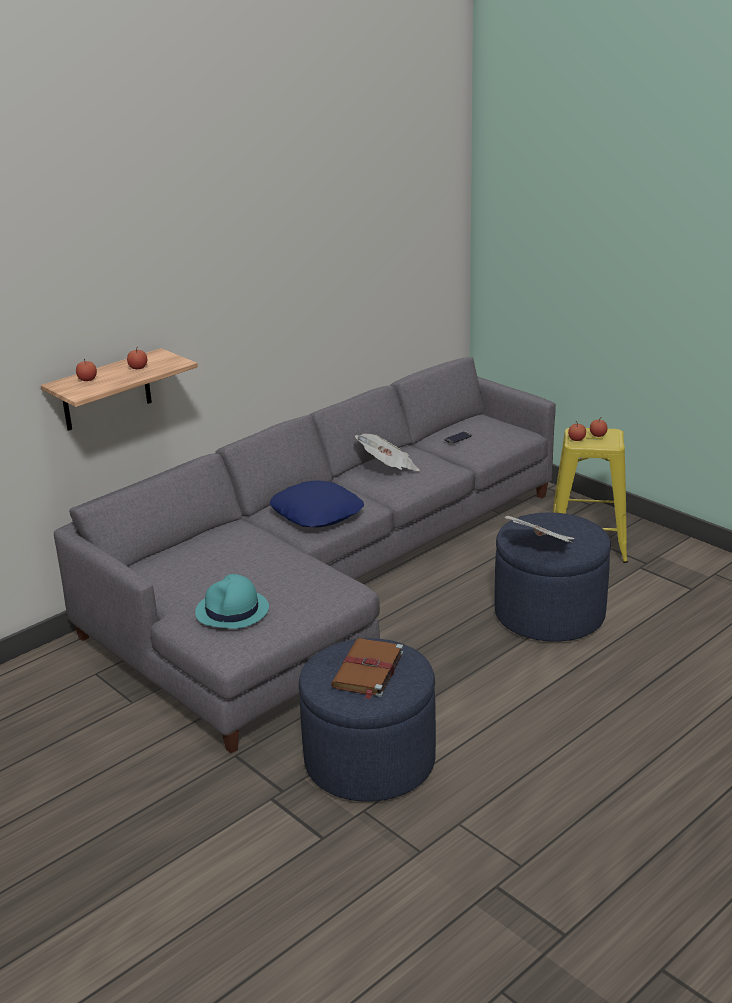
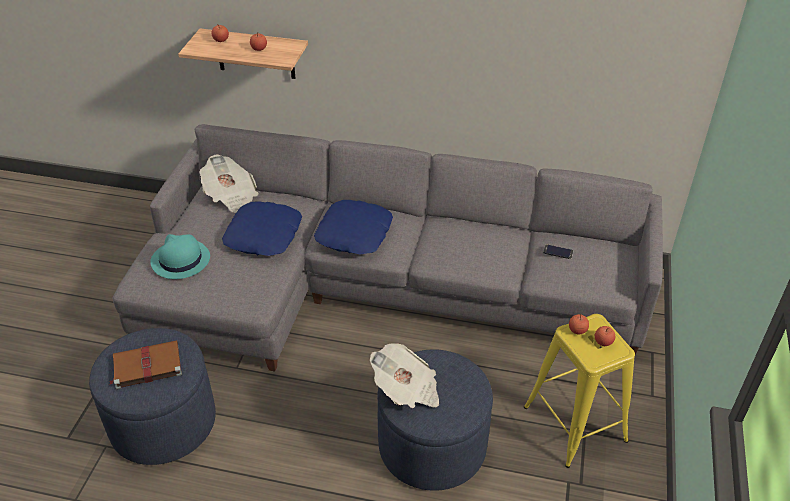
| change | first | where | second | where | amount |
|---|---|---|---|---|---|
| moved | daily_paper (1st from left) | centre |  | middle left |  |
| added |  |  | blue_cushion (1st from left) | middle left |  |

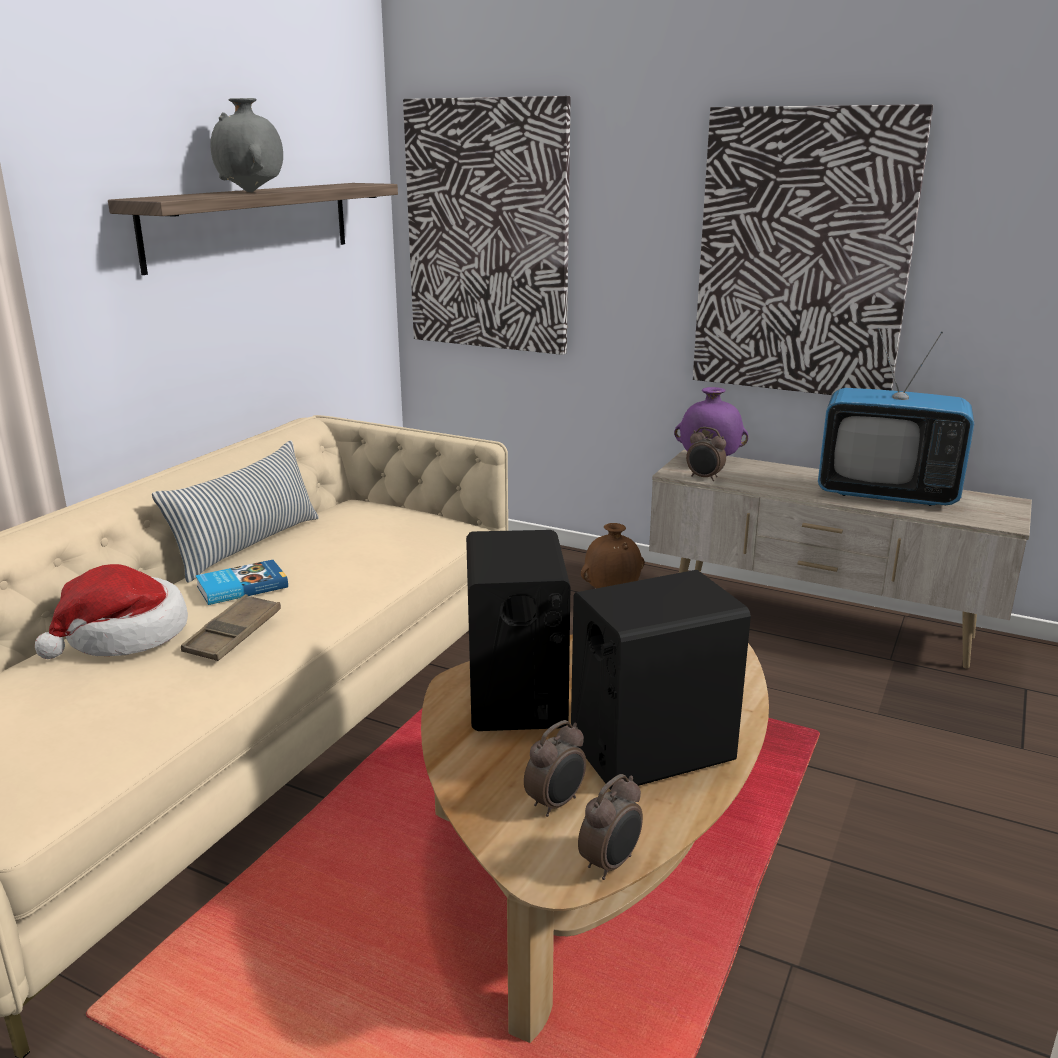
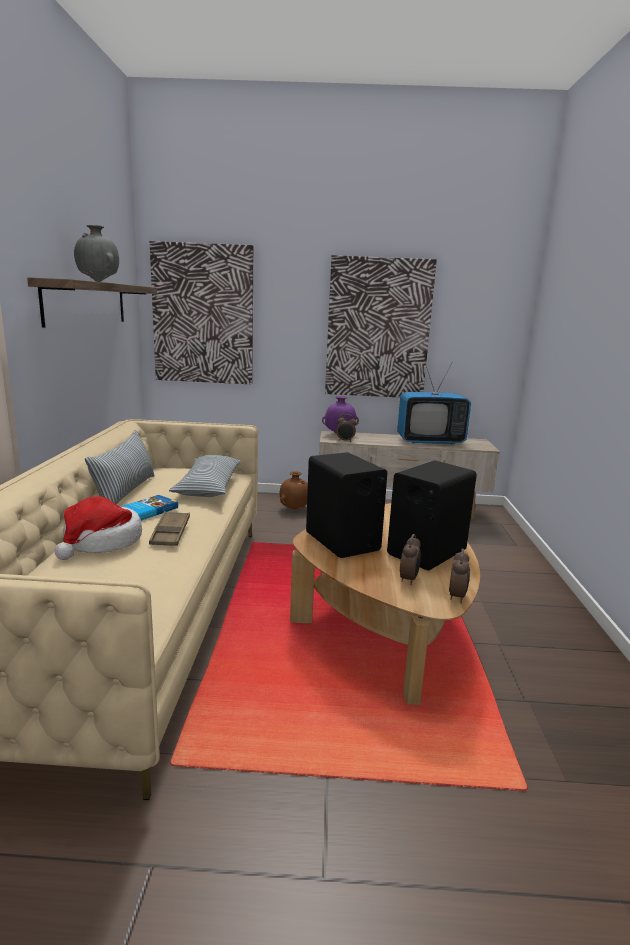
| change | first | where | second | where | amount |
|---|---|---|---|---|---|
| added |  |  | cushion (2nd from left) | middle left |  |

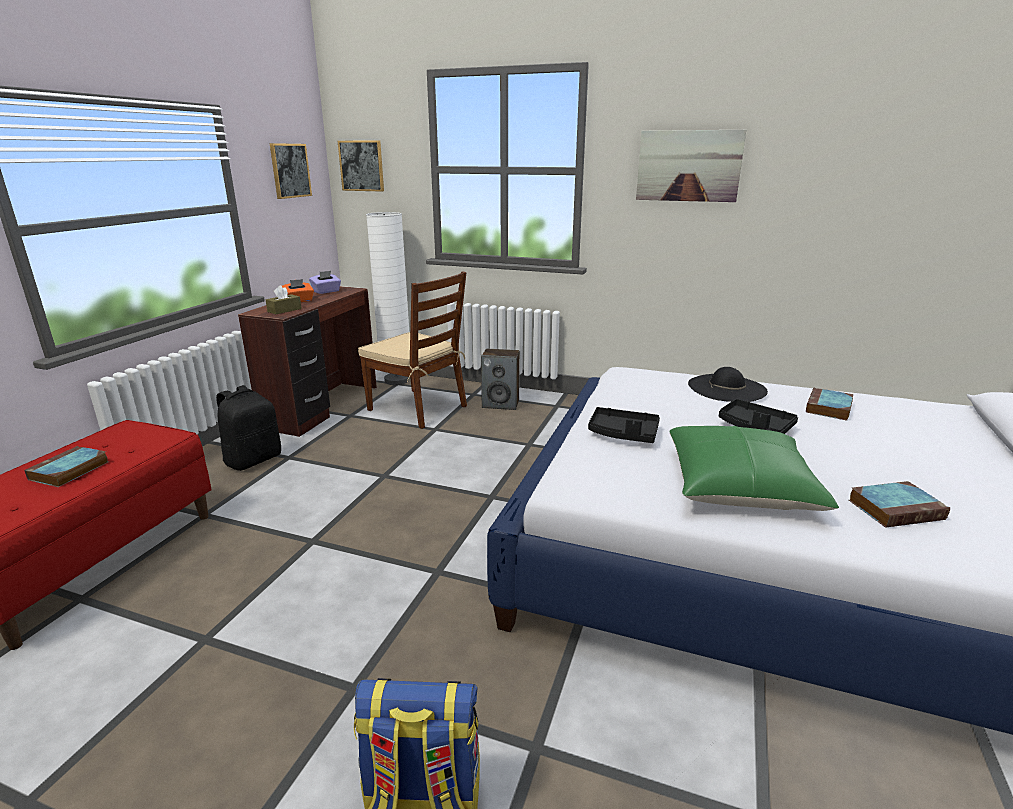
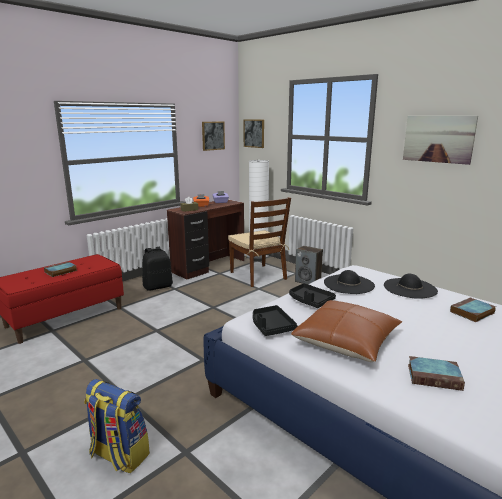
| change | first | where | second | where | amount |
|---|---|---|---|---|---|
| recoloured | greenish_cushion | middle right | brown_cushion | middle right |  |
| moved | blackish_tray (2nd from left in the first image) | middle right | blackish_tray (1st from left) | centre |  |
| added |  |  | blackish_clothing_hat (1st from left) | middle right |  |

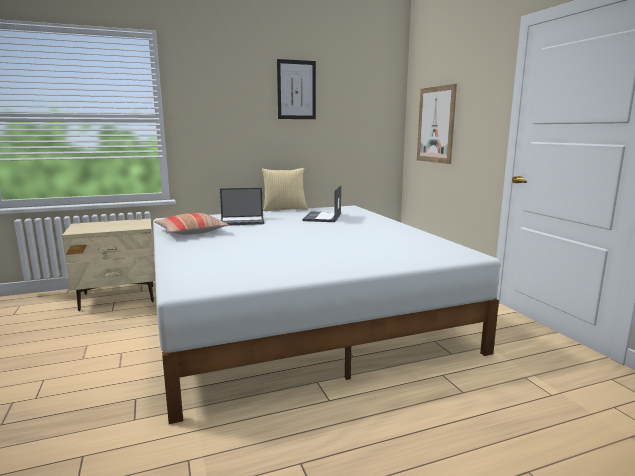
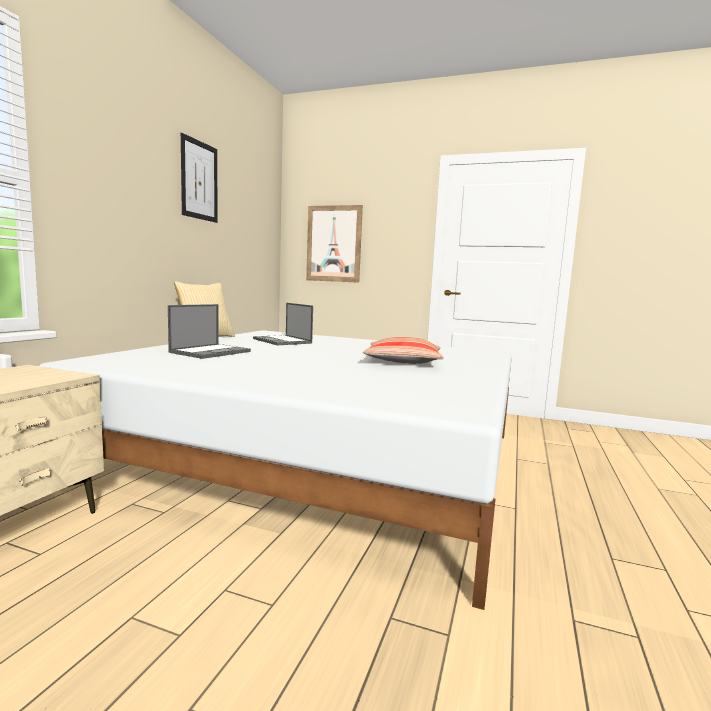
| change | first | where | second | where | amount |
|---|---|---|---|---|---|
| moved | cushion (1st from left in the first image) | middle left | cushion (2nd from left) | centre |  |

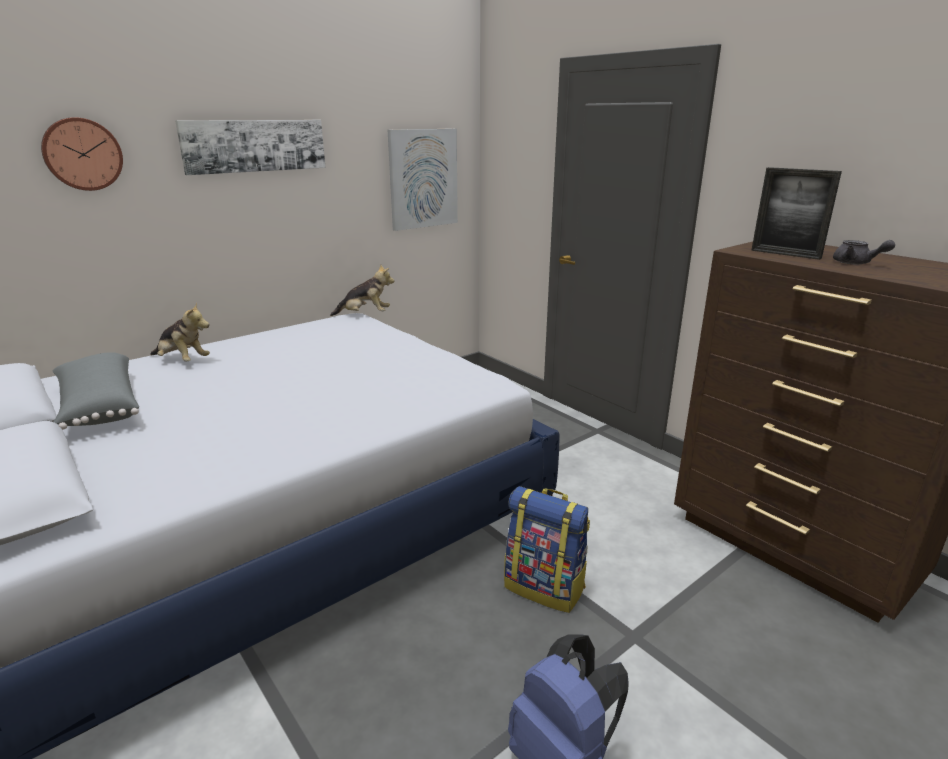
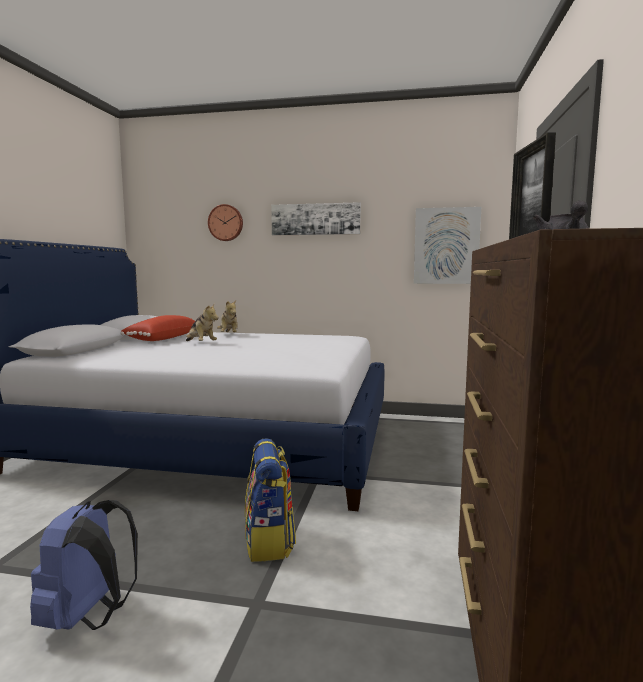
| change | first | where | second | where | amount |
|---|---|---|---|---|---|
| recoloured | grey_cushion | middle left | reddish_cushion | middle left |  |
| moved | cuddly_toy (2nd from left in the first image) | centre | cuddly_toy (1st from left) | middle left |  |

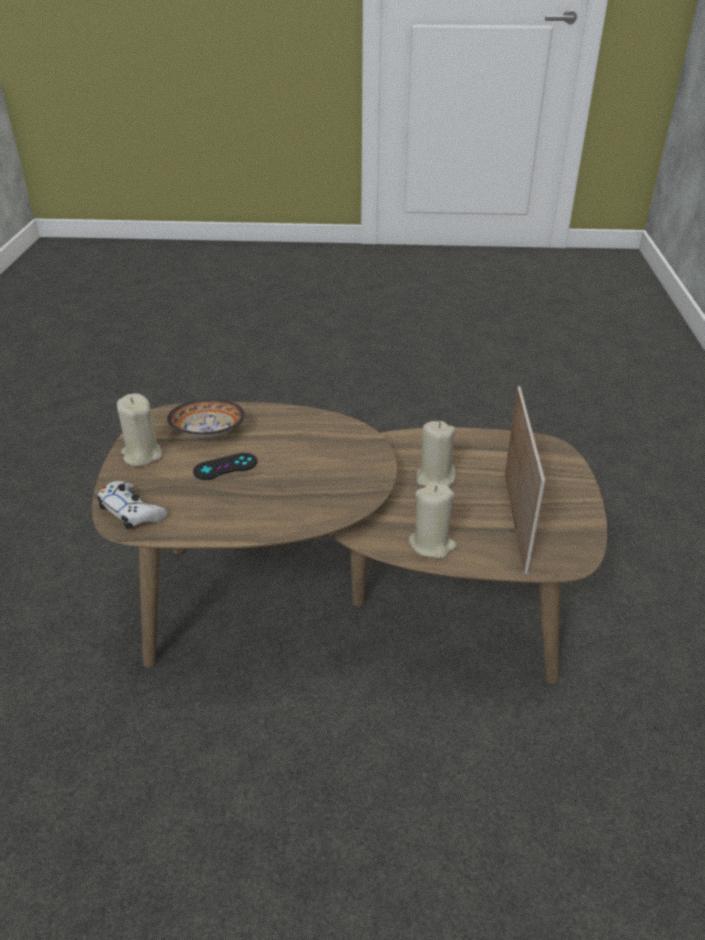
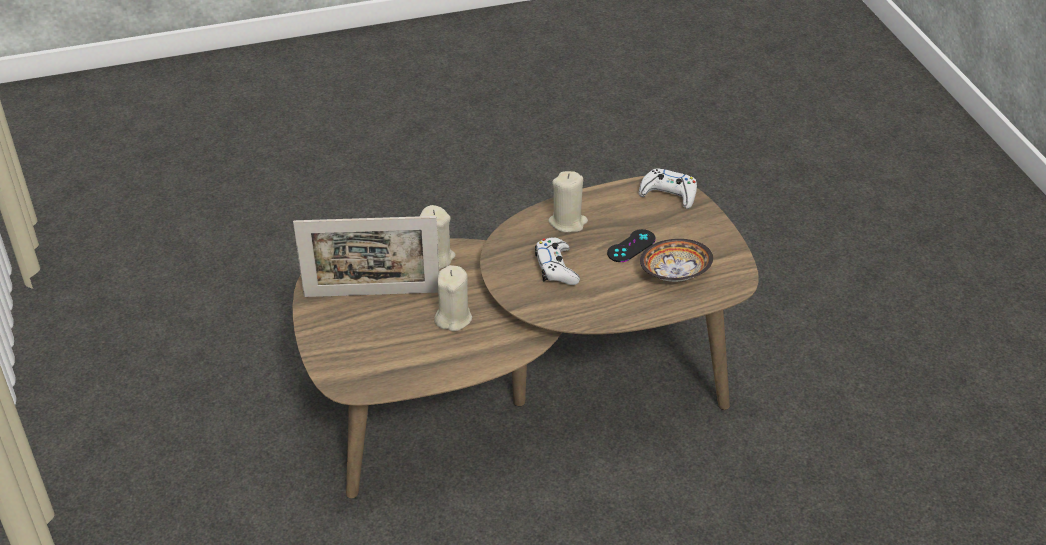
| change | first | where | second | where | amount |
|---|---|---|---|---|---|
| moved | beige_wax_candle (1st from left in the first image) | middle left | beige_wax_candle (3rd from left) | centre |  |
| turned | picture_frame | middle right |  | centre | 75 degrees counterclockwise |
| added |  |  | white-coloured_joypad (1st from left) | centre |  |

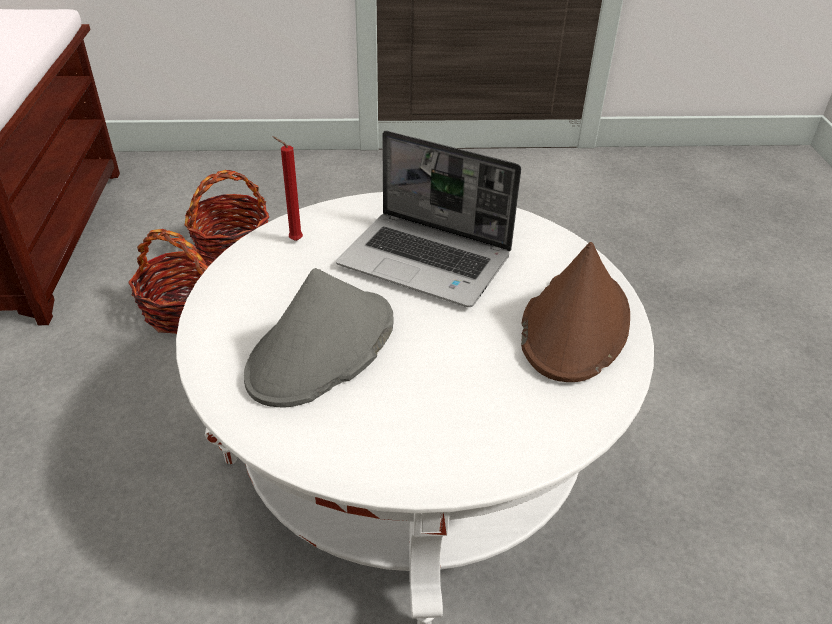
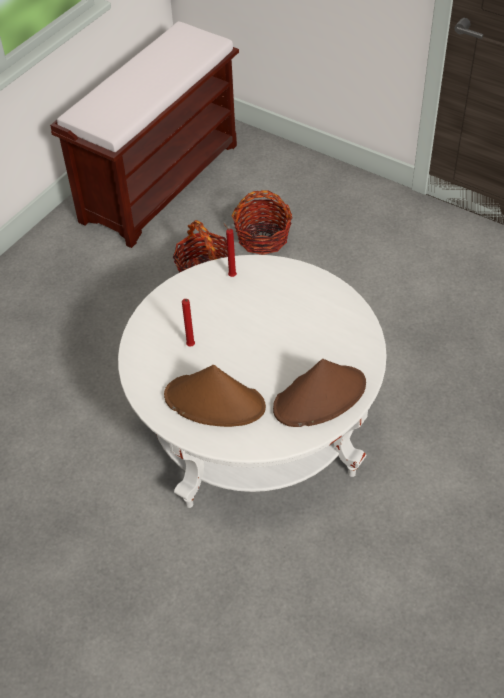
| change | first | where | second | where | amount |
|---|---|---|---|---|---|
| replaced | grey_clothing_hat | centre | reddish_wax_candle (1st from left) | centre |  |
| removed | notebook_computer | centre |  |  |  |
| added |  |  | brown_clothing_hat (1st from left) | centre |  |

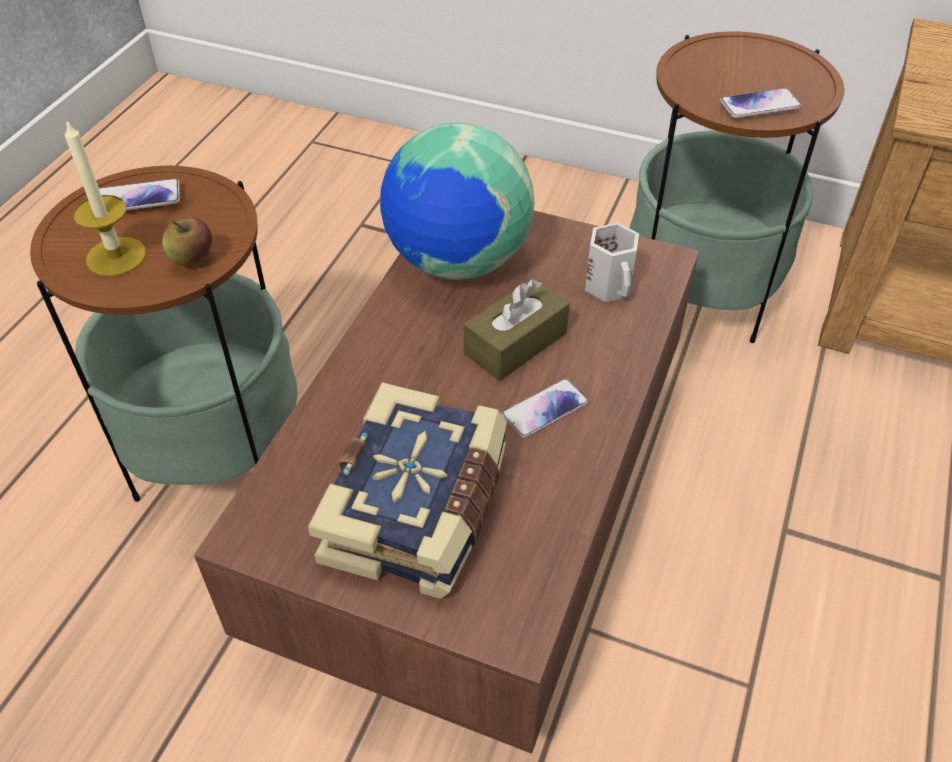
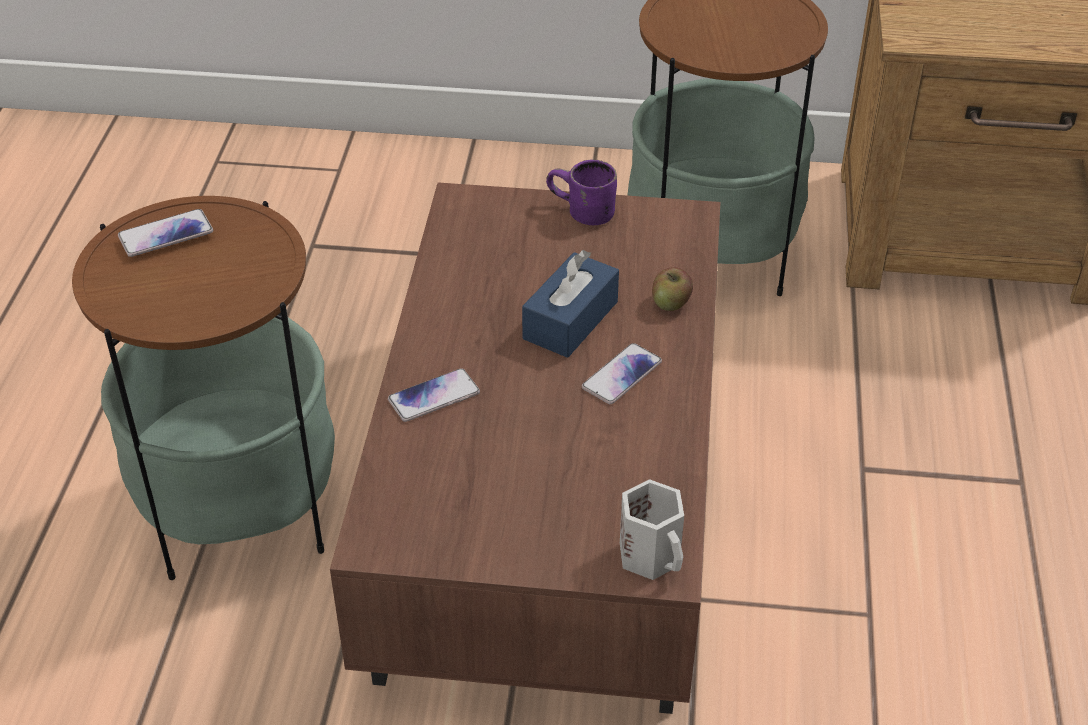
| change | first | where | second | where | amount |
|---|---|---|---|---|---|
| removed | wax_candle | top left |  |  |  |
| moved | apple | top left |  | centre |  |
| removed | book | centre |  |  |  |
| removed | globe | top centre |  |  |  |
| recoloured | brown_box_of_tissues | centre | blue_box_of_tissues | centre |  |
| moved | white-coloured_mug | centre |  | bottom centre |  |
| moved | handset (3rd from left in the first image) | top right | handset (2nd from left) | centre |  |
| added |  |  | purple-coloured_mug | top centre |  |

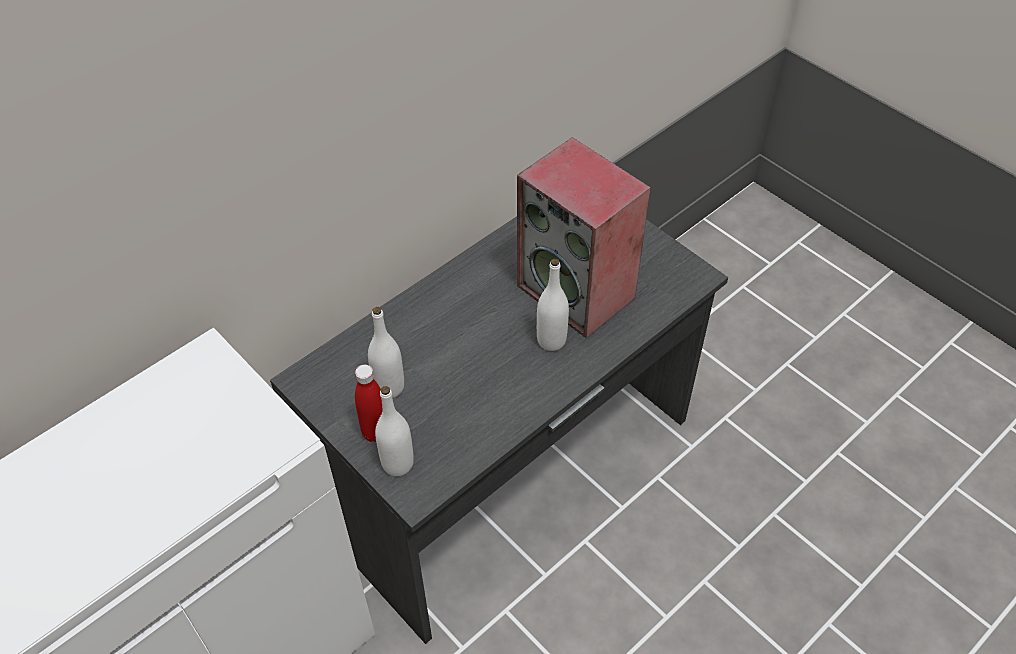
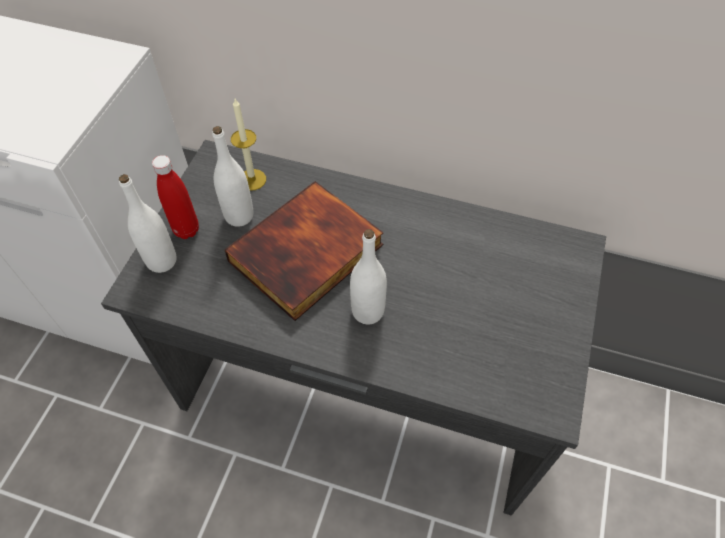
| change | first | where | second | where | amount |
|---|---|---|---|---|---|
| removed | loudspeaker | centre |  |  |  |
| added |  |  | book | centre |  |
| added |  |  | wax_candle | top centre |  |

